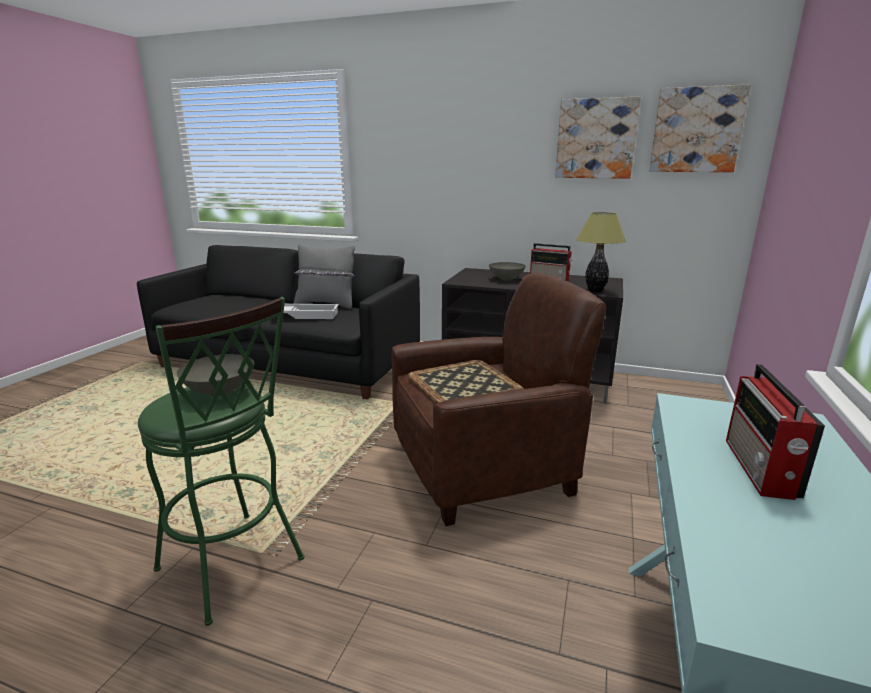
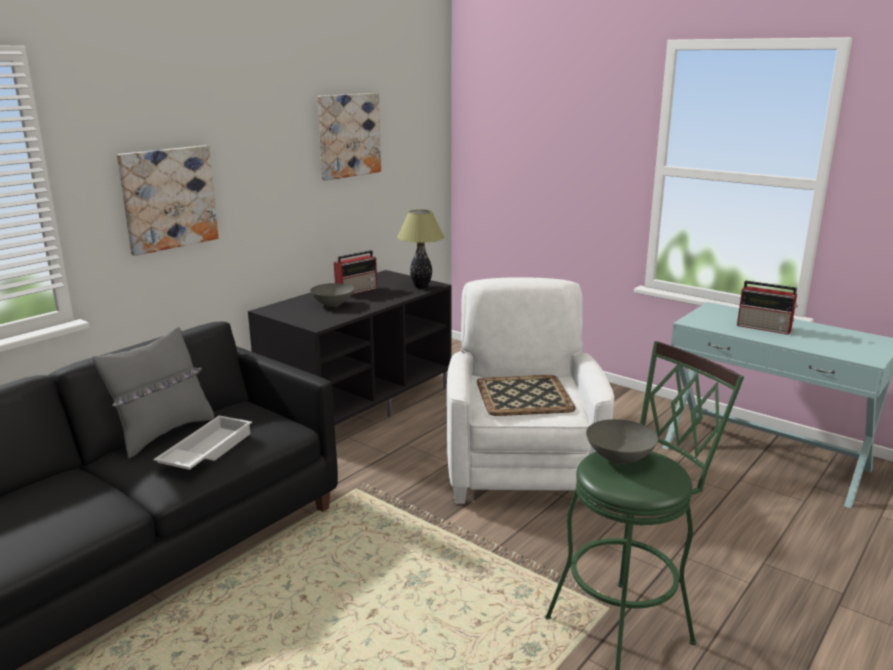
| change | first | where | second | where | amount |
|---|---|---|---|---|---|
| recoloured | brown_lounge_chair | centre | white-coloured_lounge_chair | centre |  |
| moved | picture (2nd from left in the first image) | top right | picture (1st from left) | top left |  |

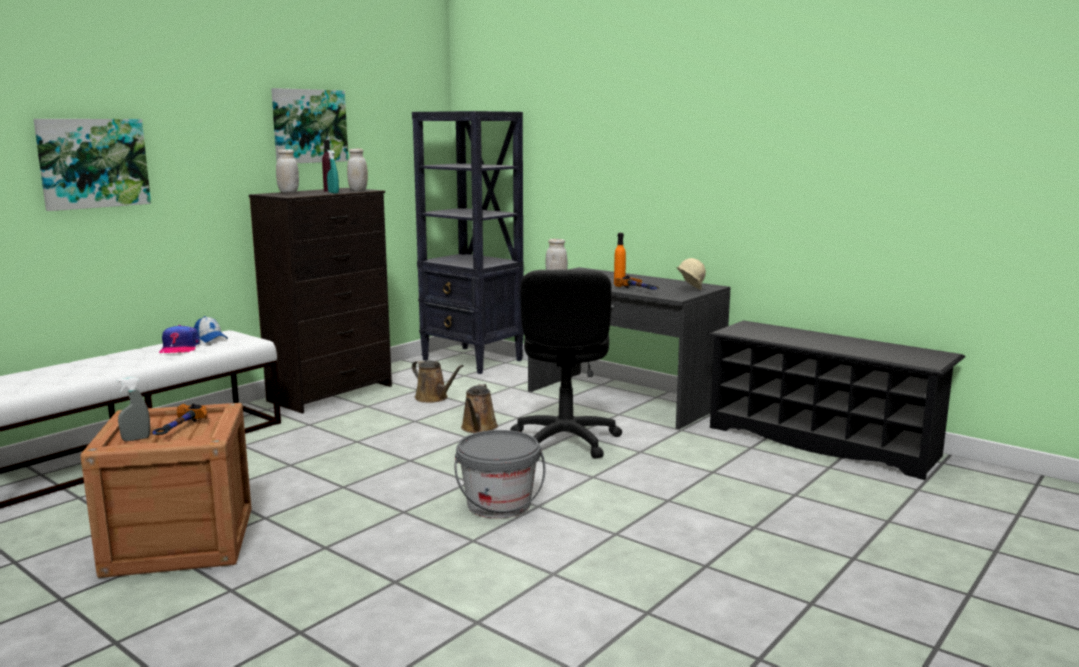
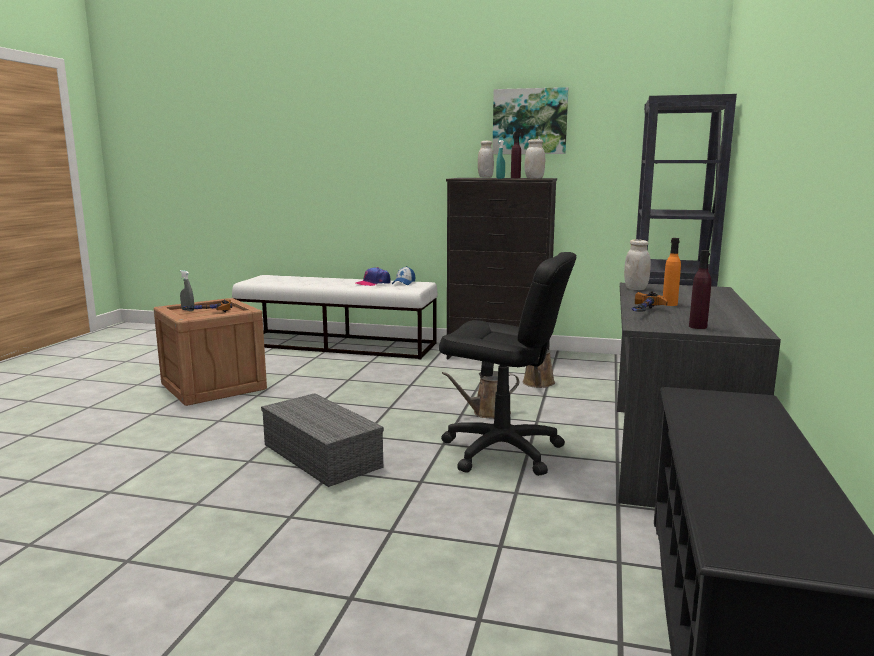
| change | first | where | second | where | amount |
|---|---|---|---|---|---|
| removed | picture (1st from left) | top left |  |  |  |
| replaced | grey_water_bucket | bottom centre | grey_storage_box | bottom centre |  |
| turned | blackish_computer_chair | centre |  | centre | 135 degrees counterclockwise |
| replaced | beige_work_helmet | centre | purple-coloured_drink_bottle (2nd from left) | middle right |  |

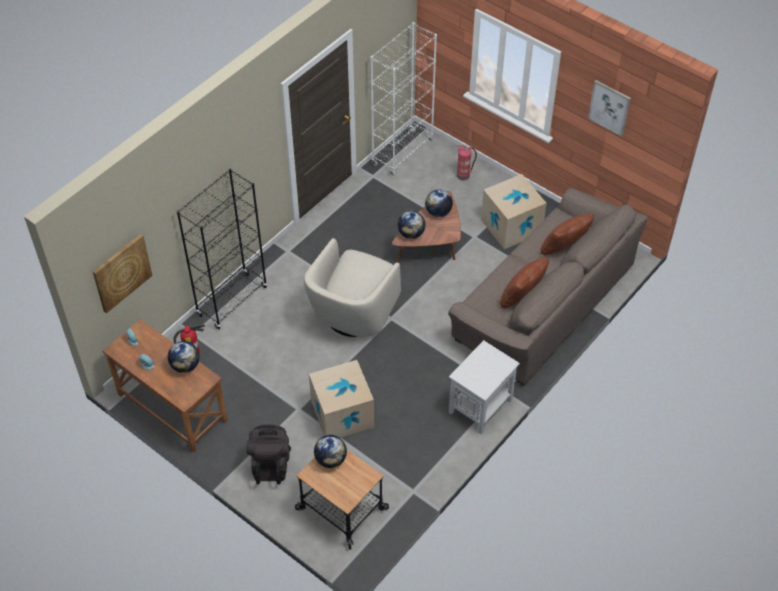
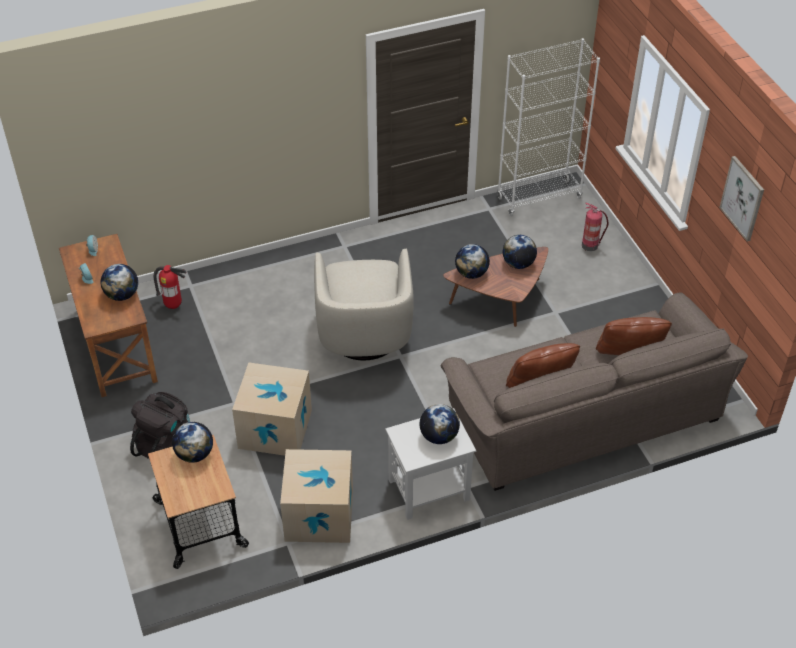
| change | first | where | second | where | amount |
|---|---|---|---|---|---|
| removed | picture (1st from left) | middle left |  |  |  |
| removed | blackish_shelving_unit | middle left |  |  |  |
| turned | beige_lounge_chair | centre |  | centre | 60 degrees counterclockwise |
| moved | cardboard_box (2nd from left) | centre |  | bottom centre |  |
| added |  |  | globe (3rd from left) | centre |  |

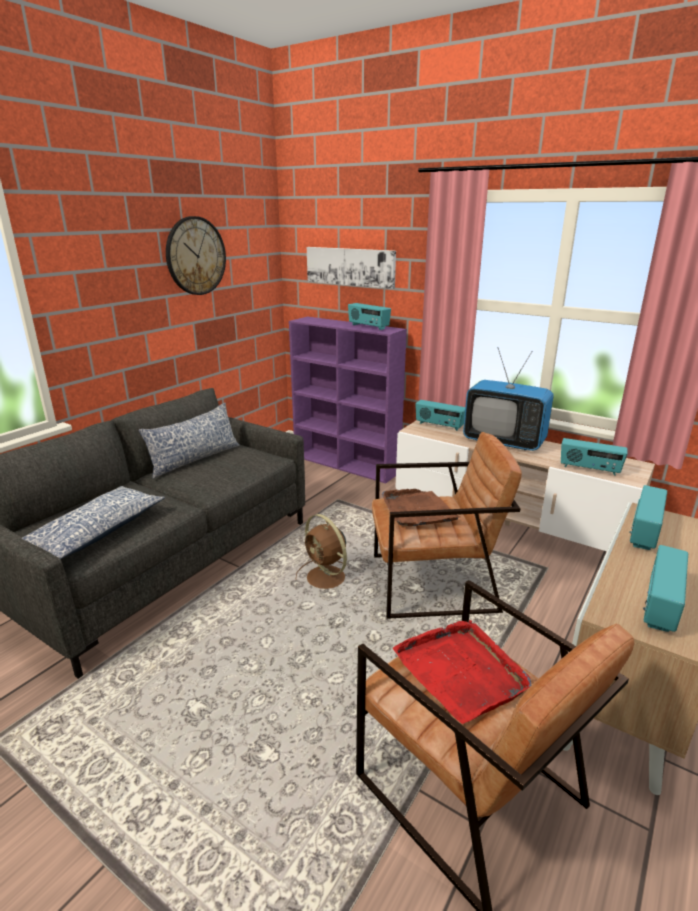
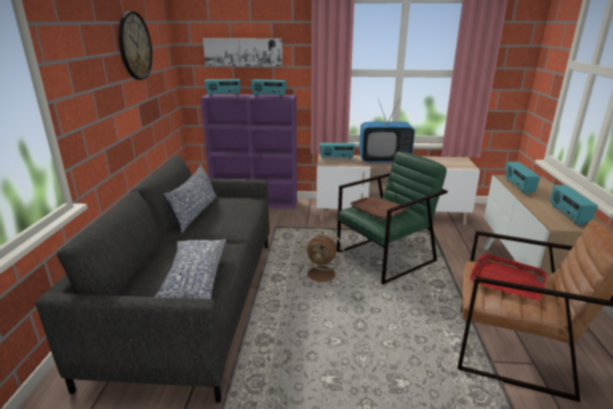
| change | first | where | second | where | amount |
|---|---|---|---|---|---|
| recoloured | brown_lounge_chair (1st from left) | centre | greenish_lounge_chair | centre |  |
| moved | radio (3rd from left in the first image) | middle right | radio (1st from left) | top centre |  |

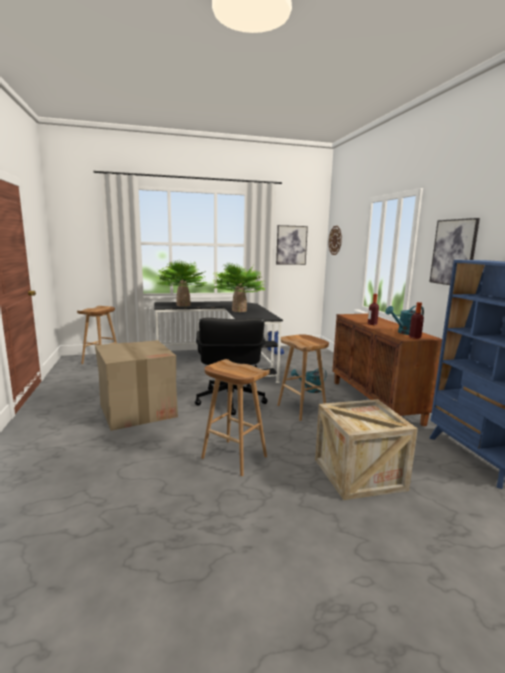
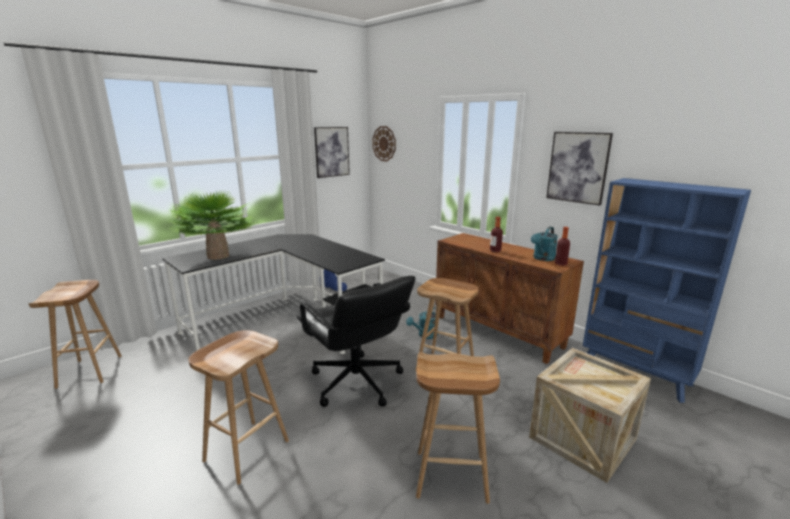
| change | first | where | second | where | amount |
|---|---|---|---|---|---|
| replaced | cardboard_box | middle left | brown_sitting_stool (2nd from left) | bottom left |  |
| removed | plant_in_a_pot (2nd from left) | centre |  |  |  |

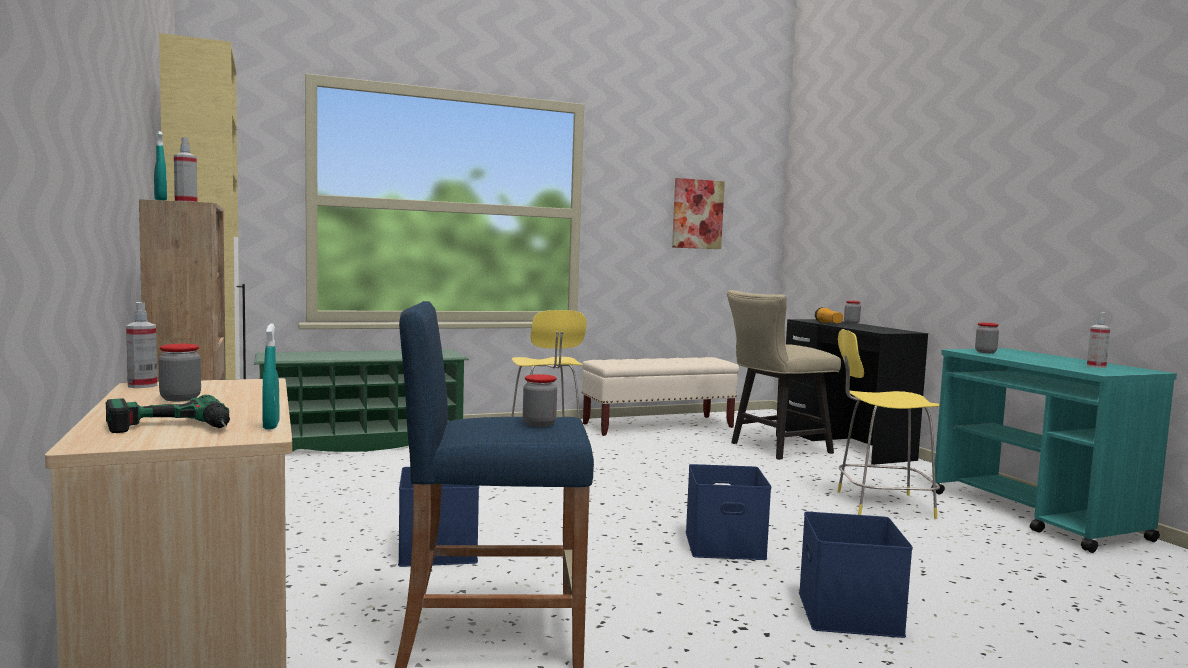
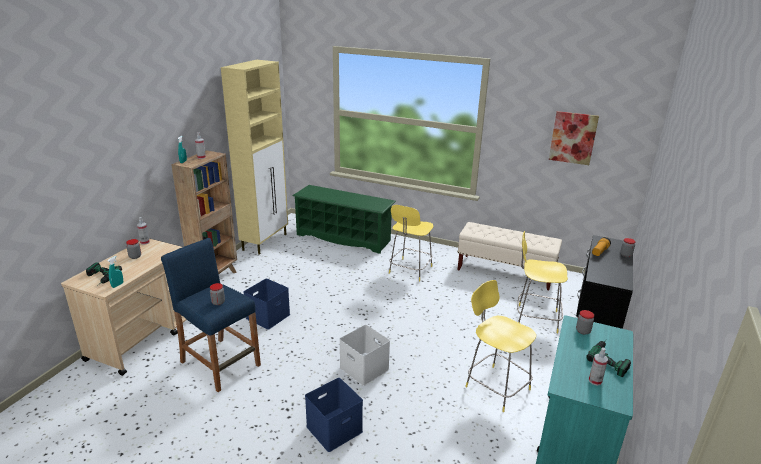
| change | first | where | second | where | amount |
|---|---|---|---|---|---|
| recoloured | blue_storage_box (2nd from left) | bottom centre | white-coloured_storage_box | bottom centre |  |
| replaced | beige_upright_chair | centre | yellowish_sitting_stool (3rd from left) | middle right |  |
| added |  |  | drill (2nd from left) | bottom right |  |

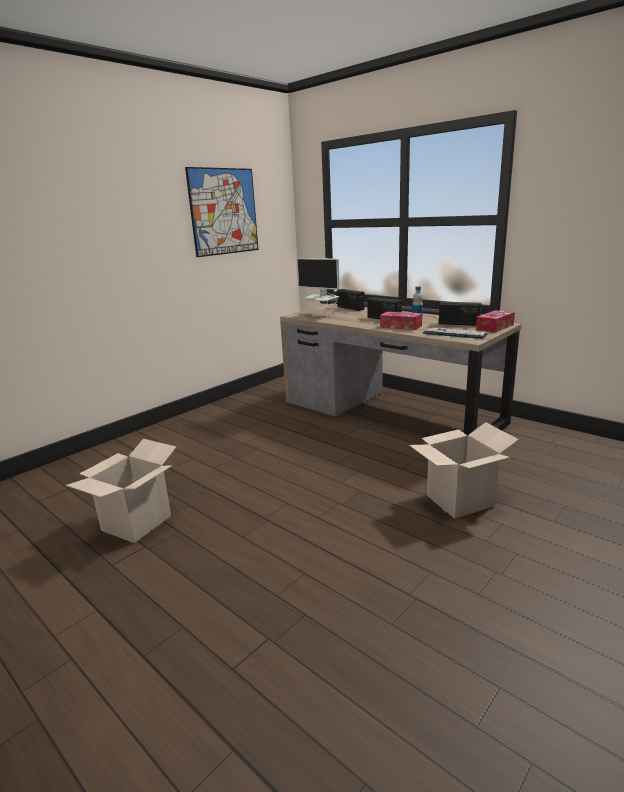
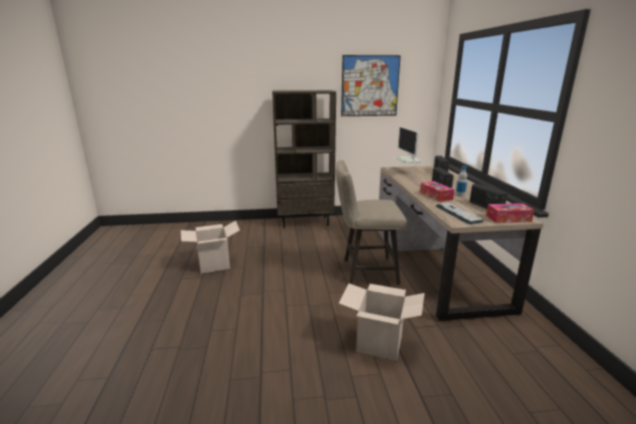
| change | first | where | second | where | amount |
|---|---|---|---|---|---|
| added |  |  | brown_shelving_unit | centre |  |
| added |  |  | beige_sitting_stool | centre |  |

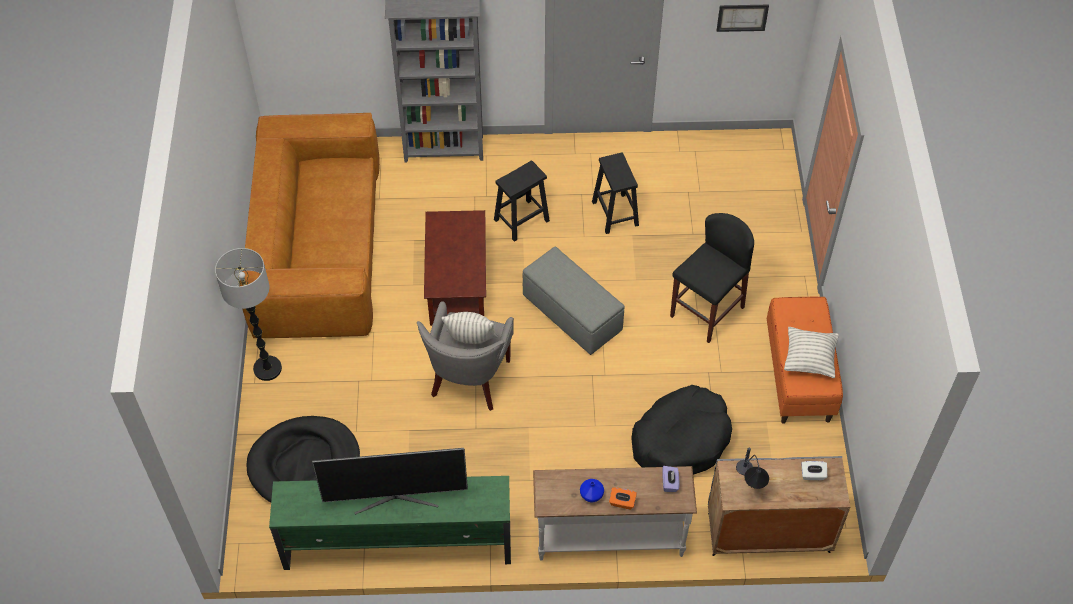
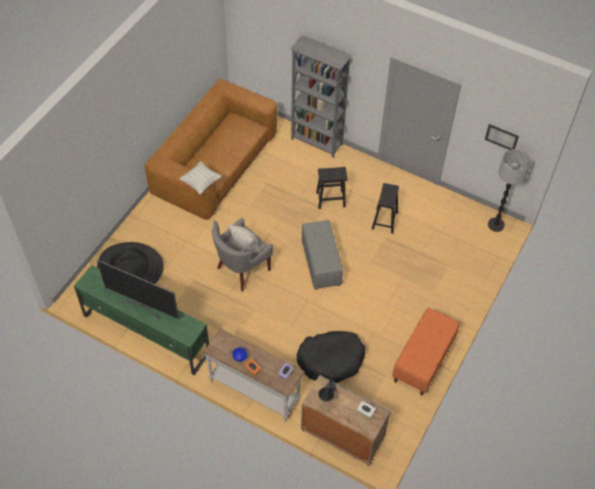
| change | first | where | second | where | amount |
|---|---|---|---|---|---|
| moved | standard_lamp | middle left |  | middle right |  |
| removed | brown_low_table | centre |  |  |  |
| removed | blackish_sitting_stool (3rd from left) | centre |  |  |  |
| moved | cushion (2nd from left in the first image) | middle right | cushion (1st from left) | centre |  |

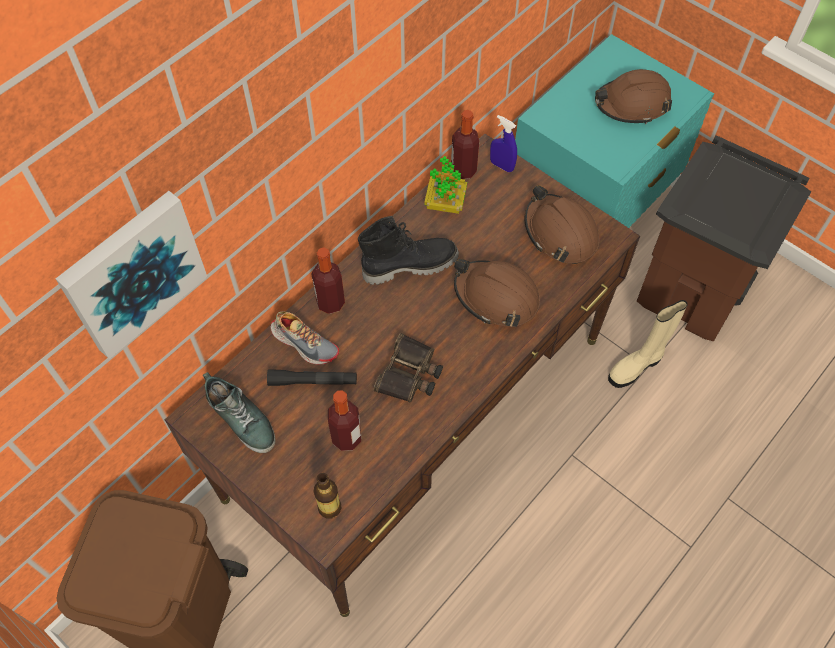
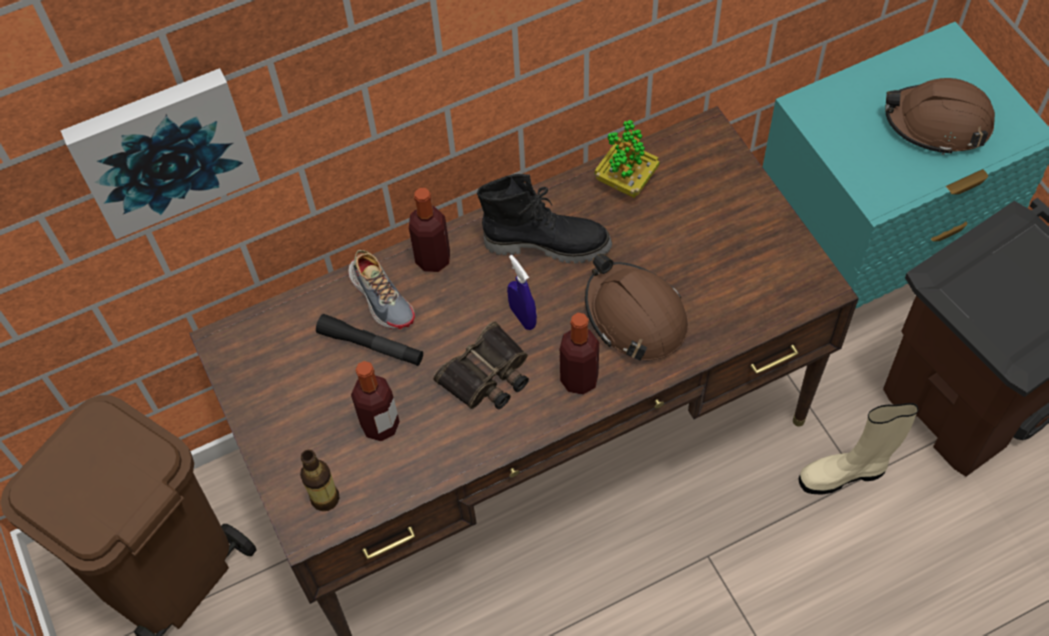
| change | first | where | second | where | amount |
|---|---|---|---|---|---|
| removed | low_shoe (1st from left) | middle left |  |  |  |
| moved | drink_bottle (4th from left) | top centre |  | centre |  |
| moved | blue_hand_sprayer | top centre |  | centre |  |
| removed | brown_work_helmet (2nd from left) | middle right |  |  |  |

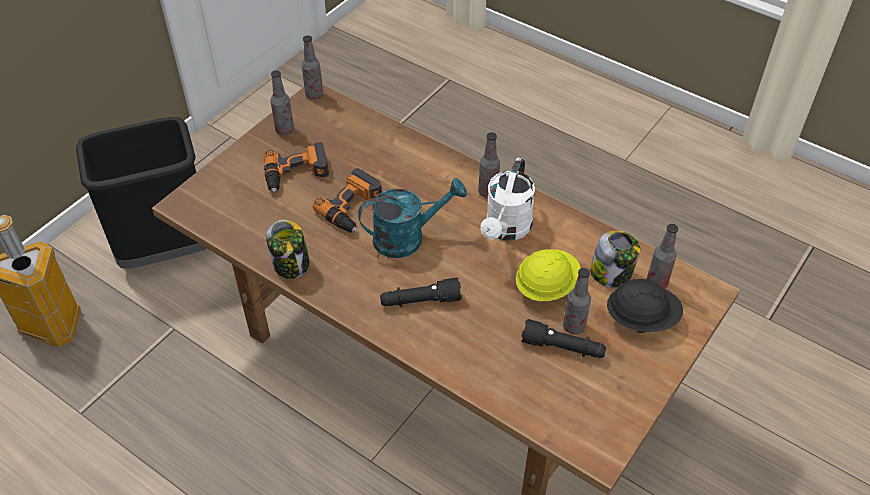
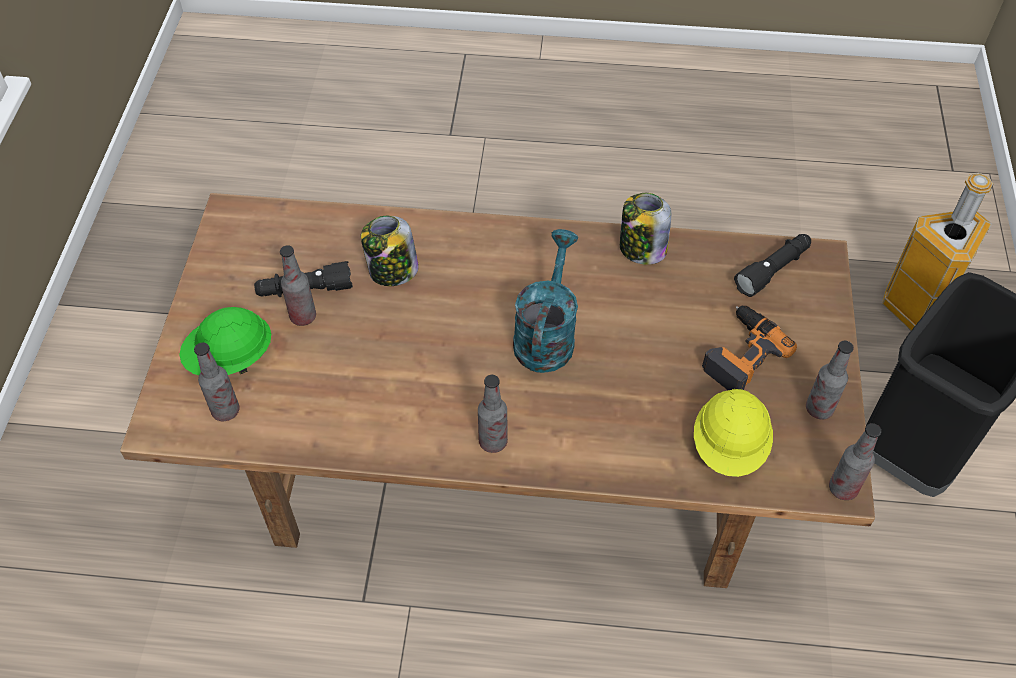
| change | first | where | second | where | amount |
|---|---|---|---|---|---|
| removed | drill (2nd from left) | centre |  |  |  |
| turned | blue-green_sprinkling_can | centre |  | centre | 150 degrees clockwise |
| moved | blackish_torch (1st from left in the first image) | centre | blackish_torch (2nd from left) | middle right |  |
| removed | white-coloured_sprinkling_can | centre |  |  |  |
| moved | yellowish_work_helmet | centre |  | middle right |  |
| moved | preserve_jar (2nd from left in the first image) | middle right | preserve_jar (1st from left) | centre |  |
| recoloured | blackish_work_helmet | middle right | greenish_work_helmet | middle left |  |

